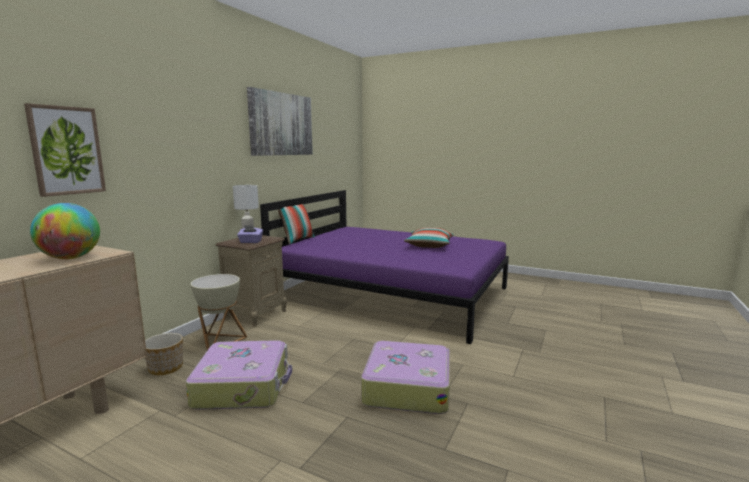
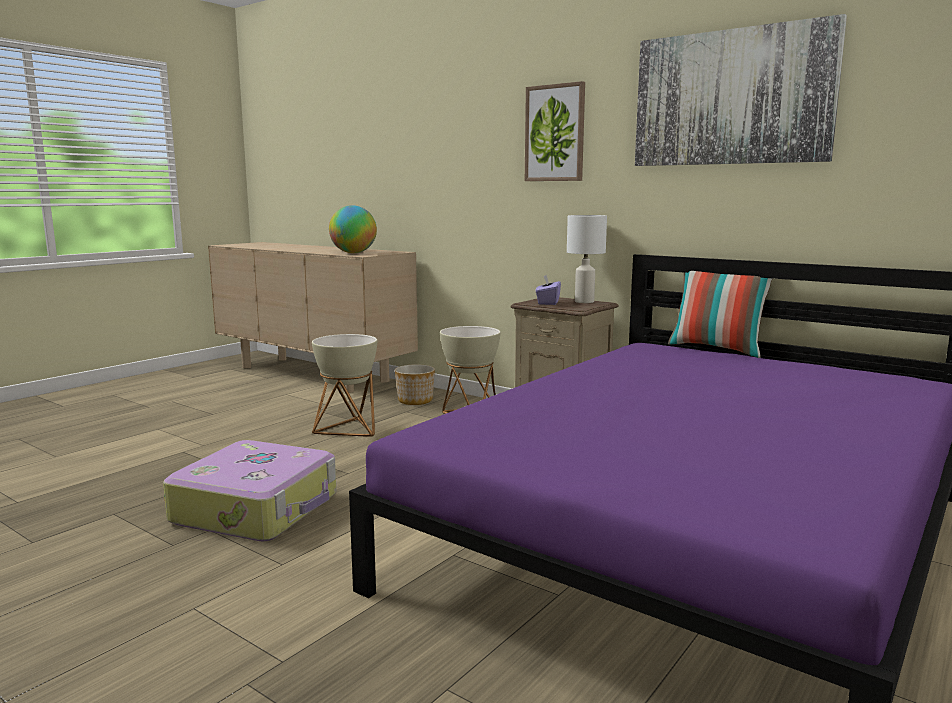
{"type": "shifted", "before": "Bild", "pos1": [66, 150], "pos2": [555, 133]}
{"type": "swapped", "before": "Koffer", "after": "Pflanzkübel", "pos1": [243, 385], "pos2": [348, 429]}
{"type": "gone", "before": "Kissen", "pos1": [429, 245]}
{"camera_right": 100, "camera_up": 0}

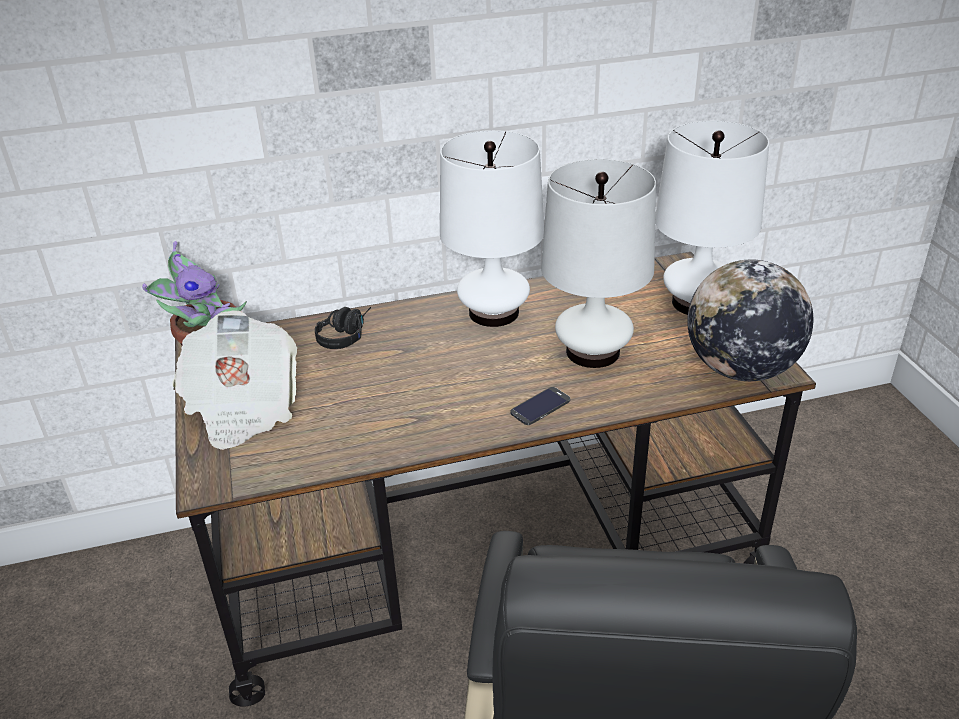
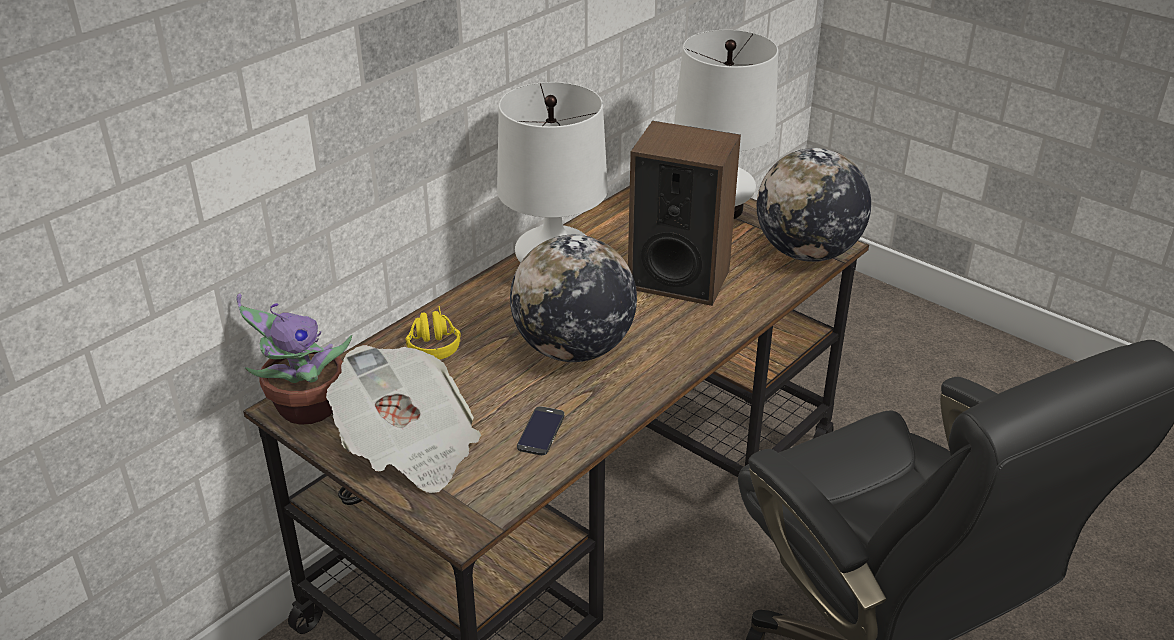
{"type": "repainted", "before": "Kopfhörer (schwarz)", "after": "Kopfhörer (gelb)", "pos1": [346, 334], "pos2": [433, 342]}
{"type": "shifted", "before": "Handy", "pos1": [540, 406], "pos2": [541, 431]}
{"type": "swapped", "before": "Tischlampe (weiß)", "after": "Lautsprecher", "pos1": [593, 352], "pos2": [678, 278]}
{"type": "new", "after": "Globus", "pos2": [573, 349]}
{"camera_right": -35, "camera_up": 0}

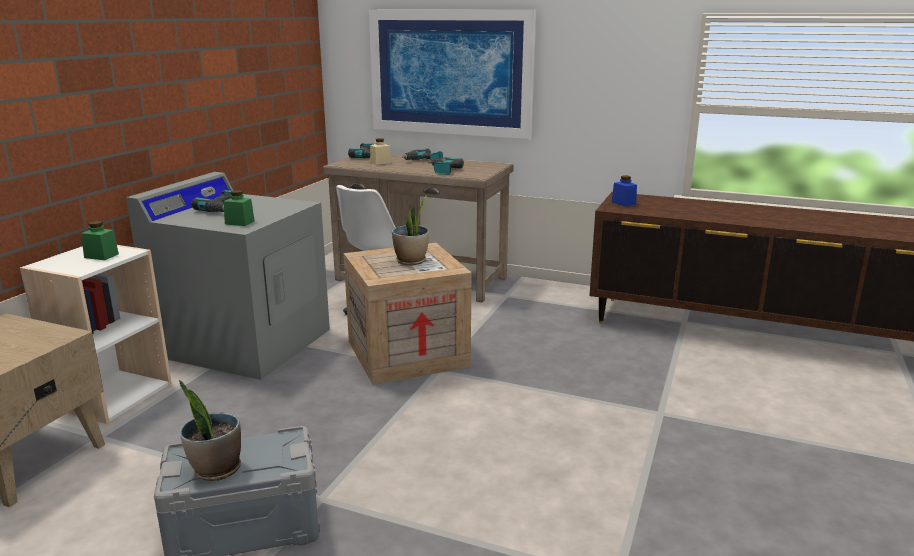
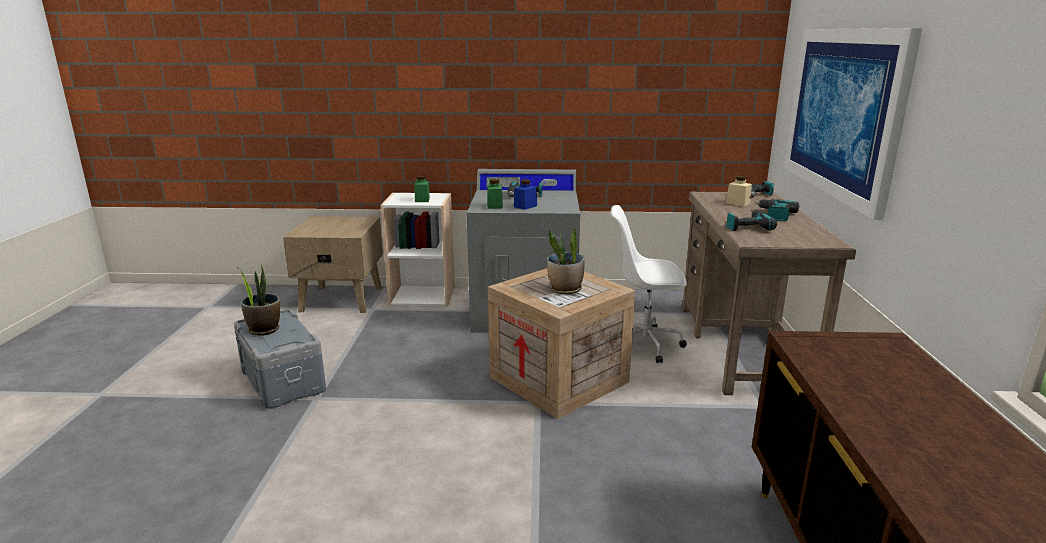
{"type": "shifted", "before": "Vorratsglas (blau)", "pos1": [623, 203], "pos2": [525, 206]}
{"camera_right": 70, "camera_up": 0}

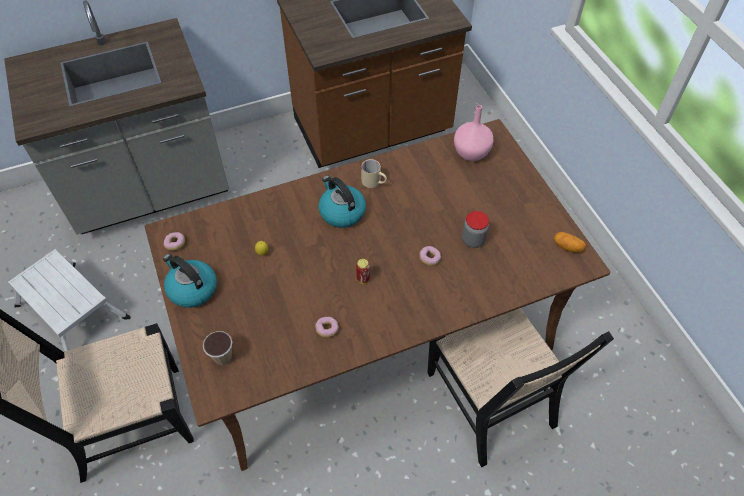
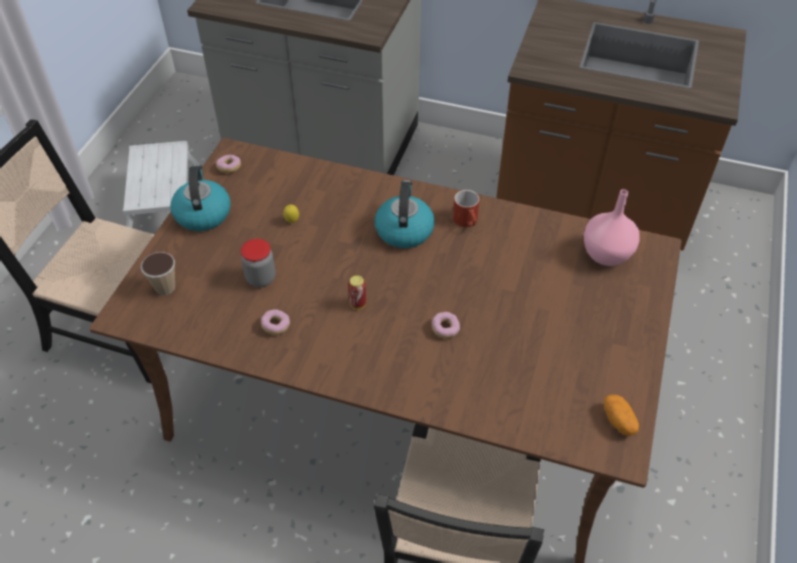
{"type": "repainted", "before": "Henkelbecher (beige)", "after": "Henkelbecher (rot)", "pos1": [374, 182], "pos2": [467, 221]}
{"type": "shifted", "before": "Vorratsglas", "pos1": [473, 240], "pos2": [261, 278]}
{"camera_right": 40, "camera_up": -5}

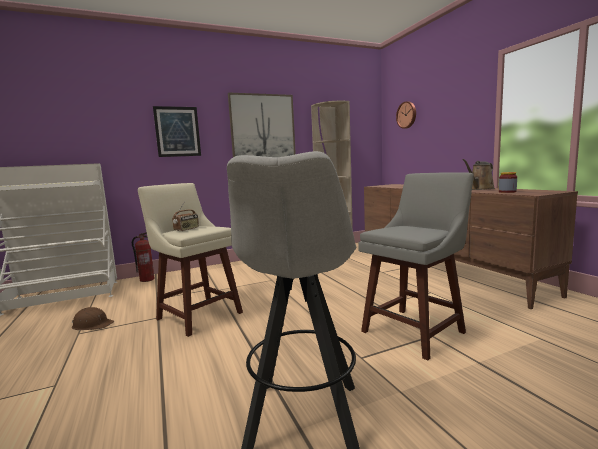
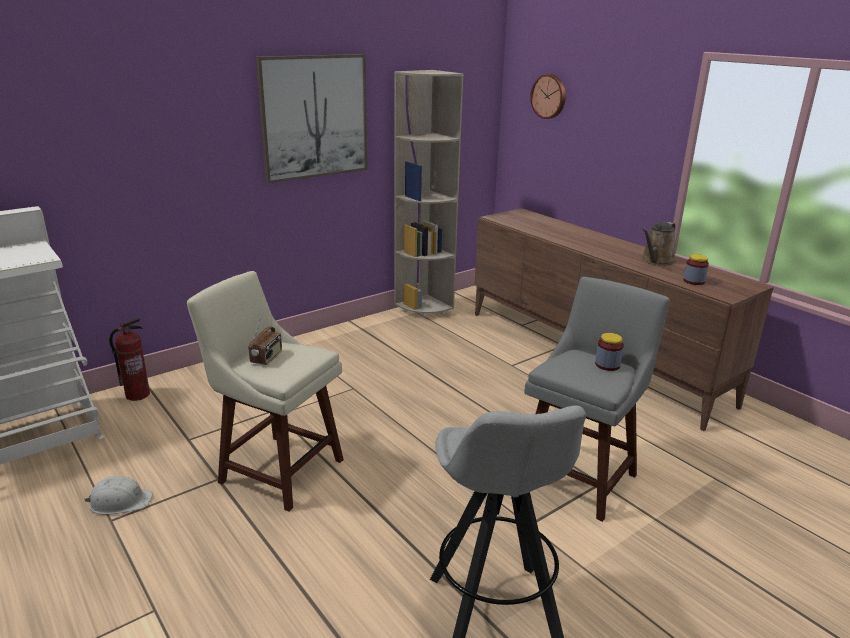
{"type": "repainted", "before": "Schutzhelm (braun)", "after": "Schutzhelm (weiß)", "pos1": [92, 325], "pos2": [120, 501]}
{"type": "gone", "before": "Bild", "pos1": [177, 132]}
{"type": "new", "after": "Vorratsglas", "pos2": [607, 365]}
{"camera_right": -15, "camera_up": 15}

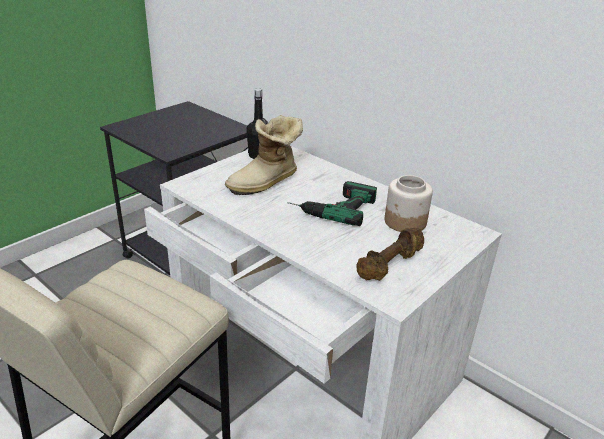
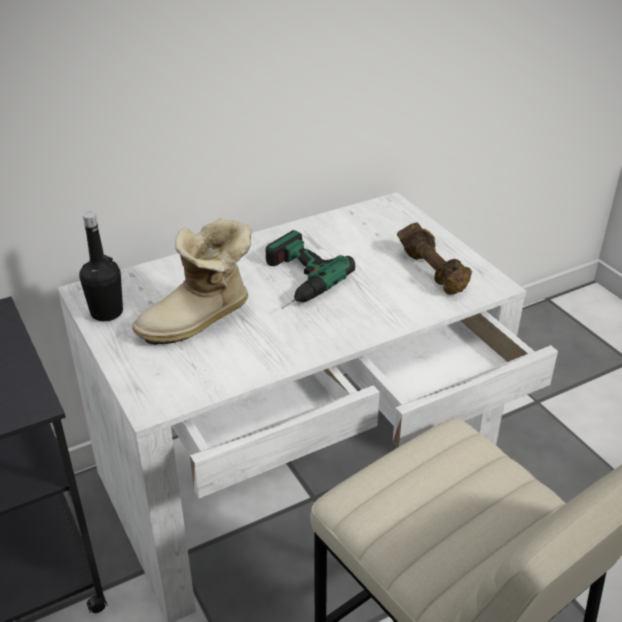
{"type": "rotated", "before": "Stiefel", "pos1": [266, 183], "pos2": [199, 321], "turn": 75}
{"type": "gone", "before": "Vorratsglas", "pos1": [405, 222]}
{"camera_right": -70, "camera_up": 5}

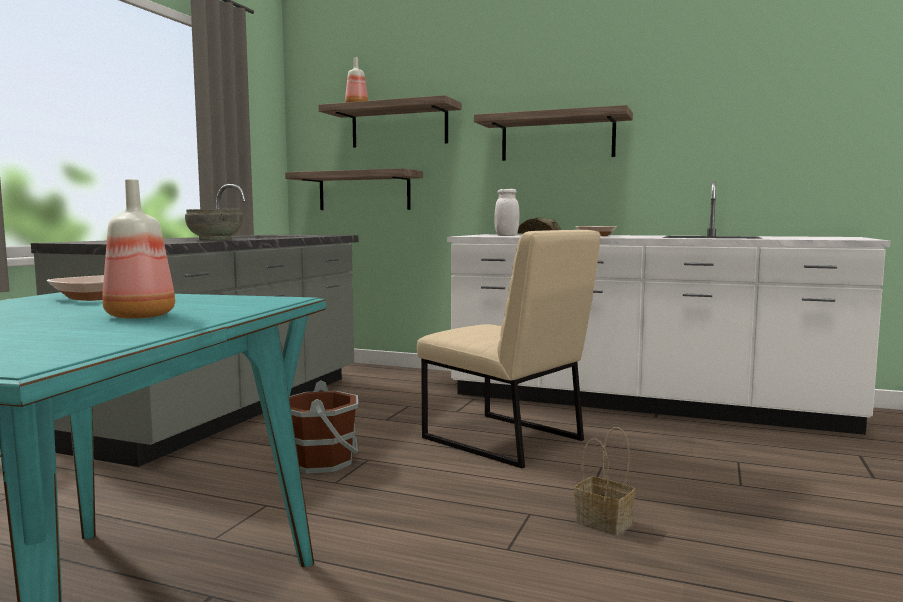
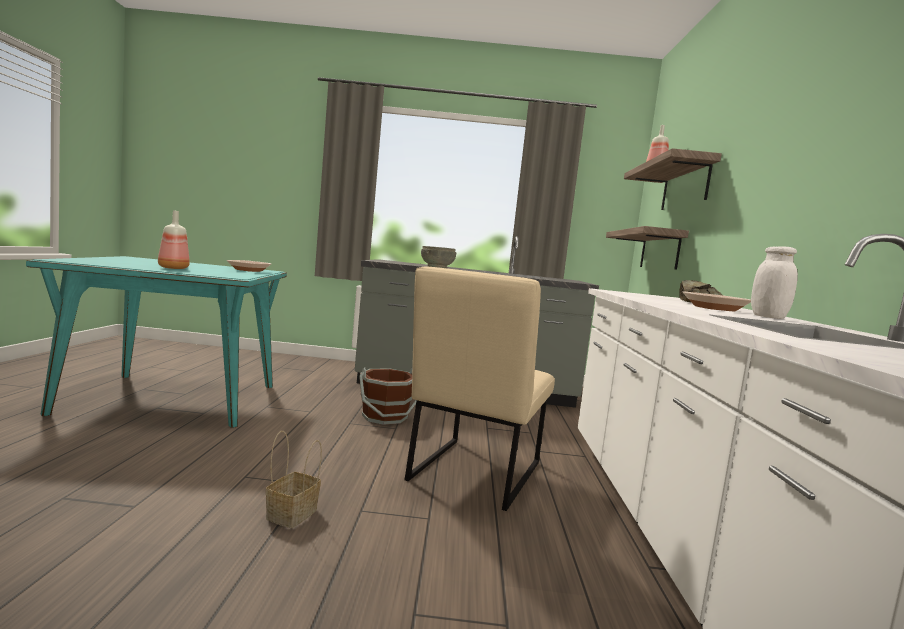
{"type": "gone", "before": "Wandregal", "pos1": [557, 137]}
{"type": "shifted", "before": "Vorratsglas (weiß)", "pos1": [506, 236], "pos2": [768, 317]}
{"camera_right": 70, "camera_up": 0}

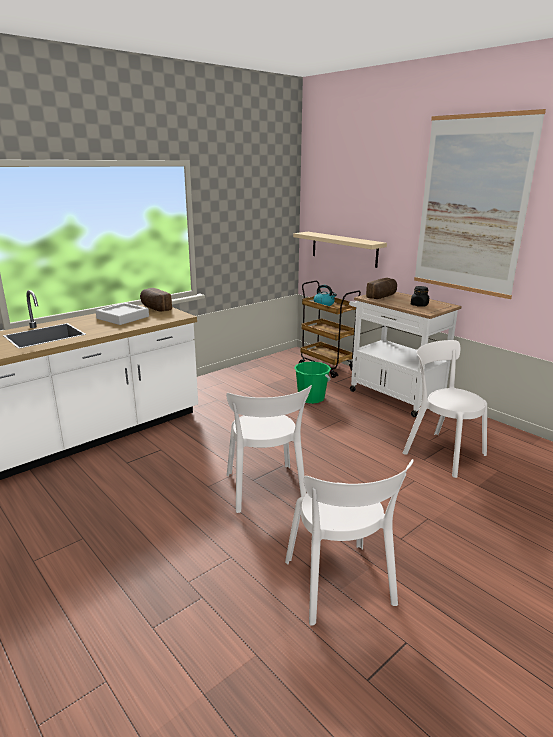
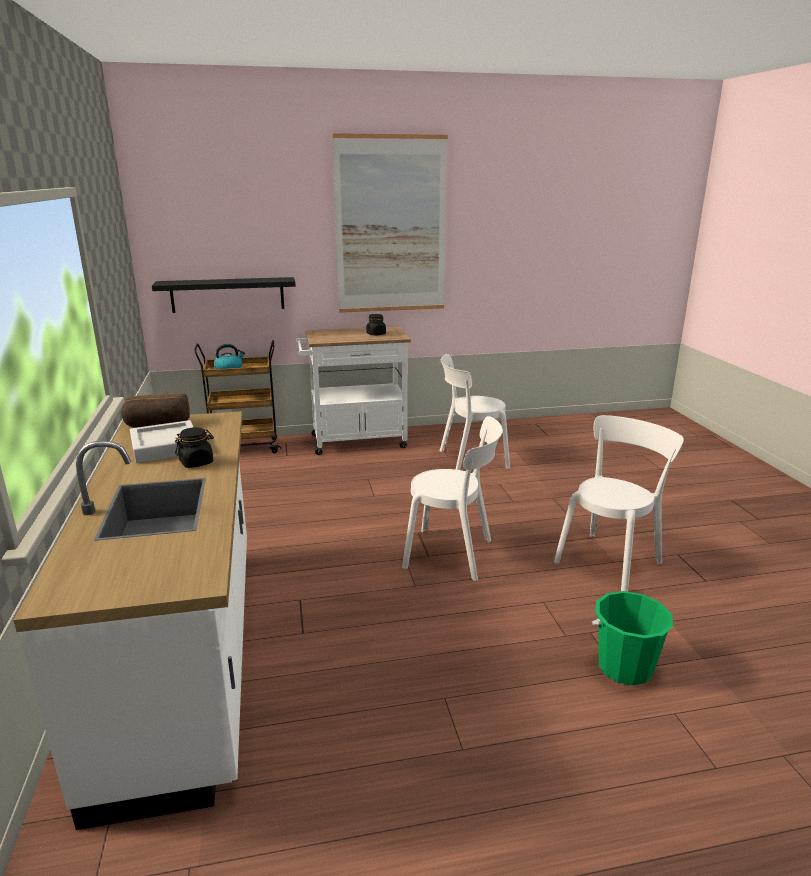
{"type": "rotated", "before": "Stuhl (weiß)", "pos1": [340, 586], "pos2": [610, 560], "turn": -60}
{"type": "repainted", "before": "Wandregal (beige)", "after": "Wandregal (schwarz)", "pos1": [344, 249], "pos2": [227, 294]}
{"type": "shifted", "before": "Eimer (grün)", "pos1": [311, 398], "pos2": [624, 667]}
{"type": "gone", "before": "Brot", "pos1": [382, 296]}
{"type": "new", "after": "Vorratsglas (schwarz)", "pos2": [196, 462]}
{"camera_right": -60, "camera_up": 0}

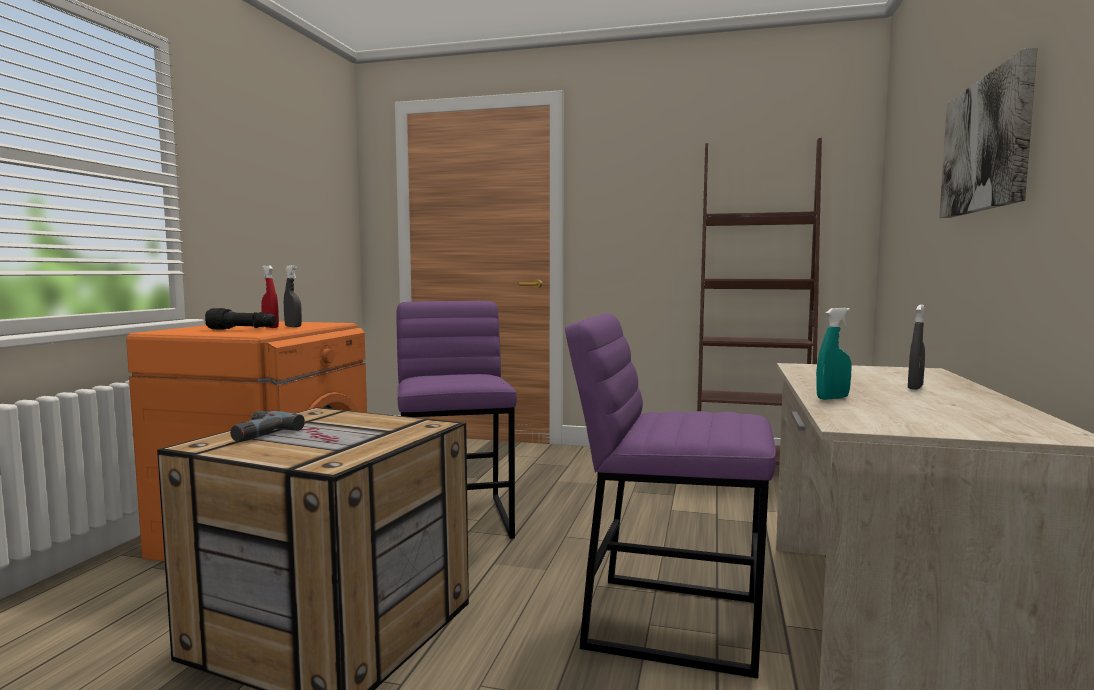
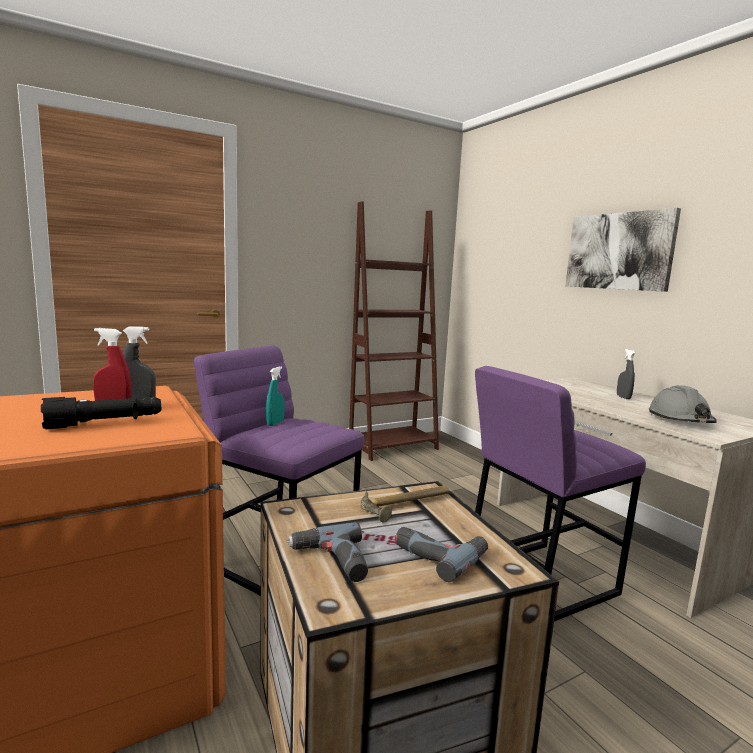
{"type": "shifted", "before": "Sprühflasche (türkis)", "pos1": [832, 398], "pos2": [275, 423]}
{"type": "new", "after": "Hammer", "pos2": [408, 505]}
{"type": "new", "after": "Bohrmaschine", "pos2": [439, 554]}
{"type": "new", "after": "Schutzhelm (grau)", "pos2": [680, 420]}
{"camera_right": -45, "camera_up": 5}

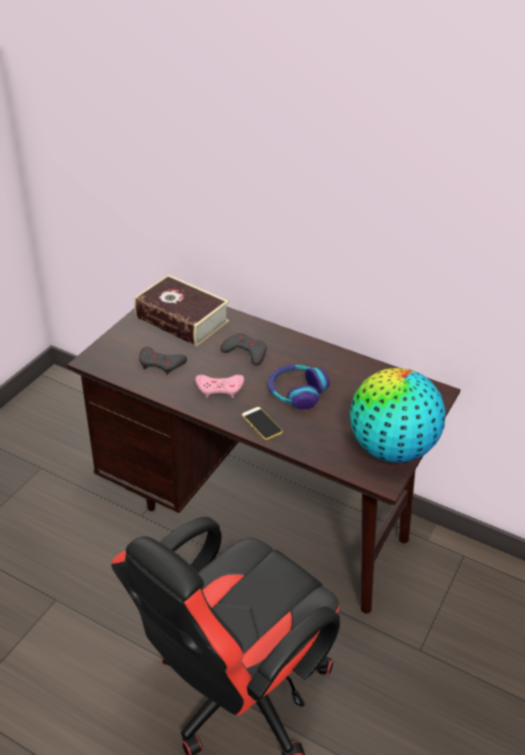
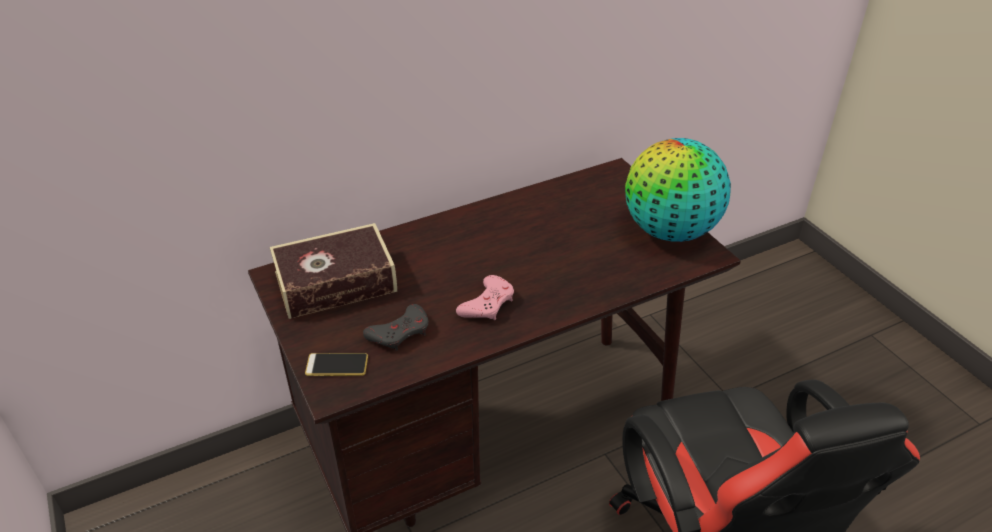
{"type": "gone", "before": "Gamepad (grau)", "pos1": [245, 352]}
{"type": "shifted", "before": "Handy", "pos1": [261, 424], "pos2": [337, 365]}
{"type": "gone", "before": "Kopfhörer", "pos1": [296, 392]}
{"camera_right": -55, "camera_up": 0}

